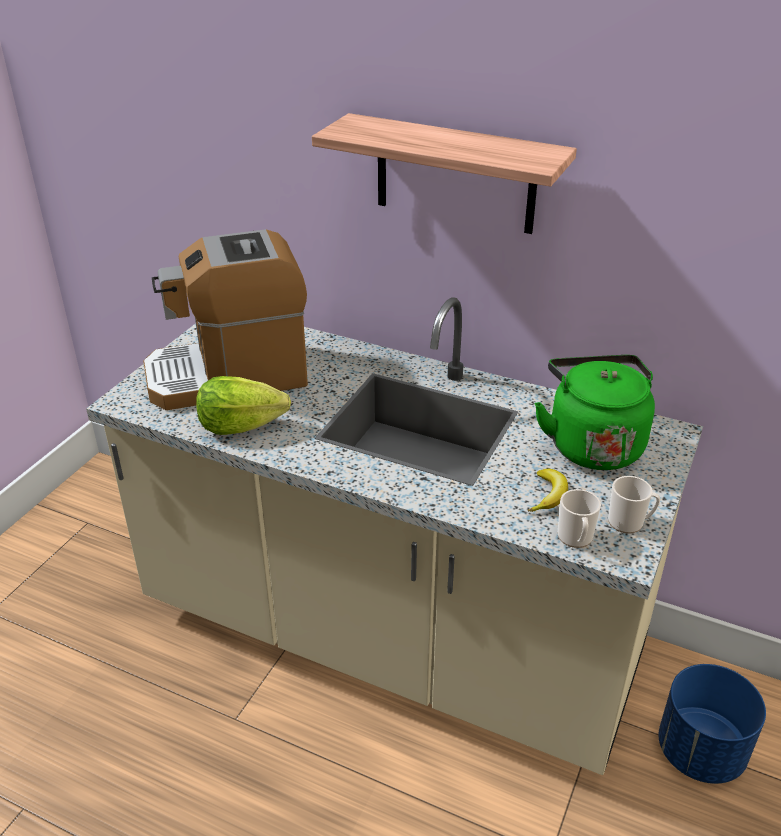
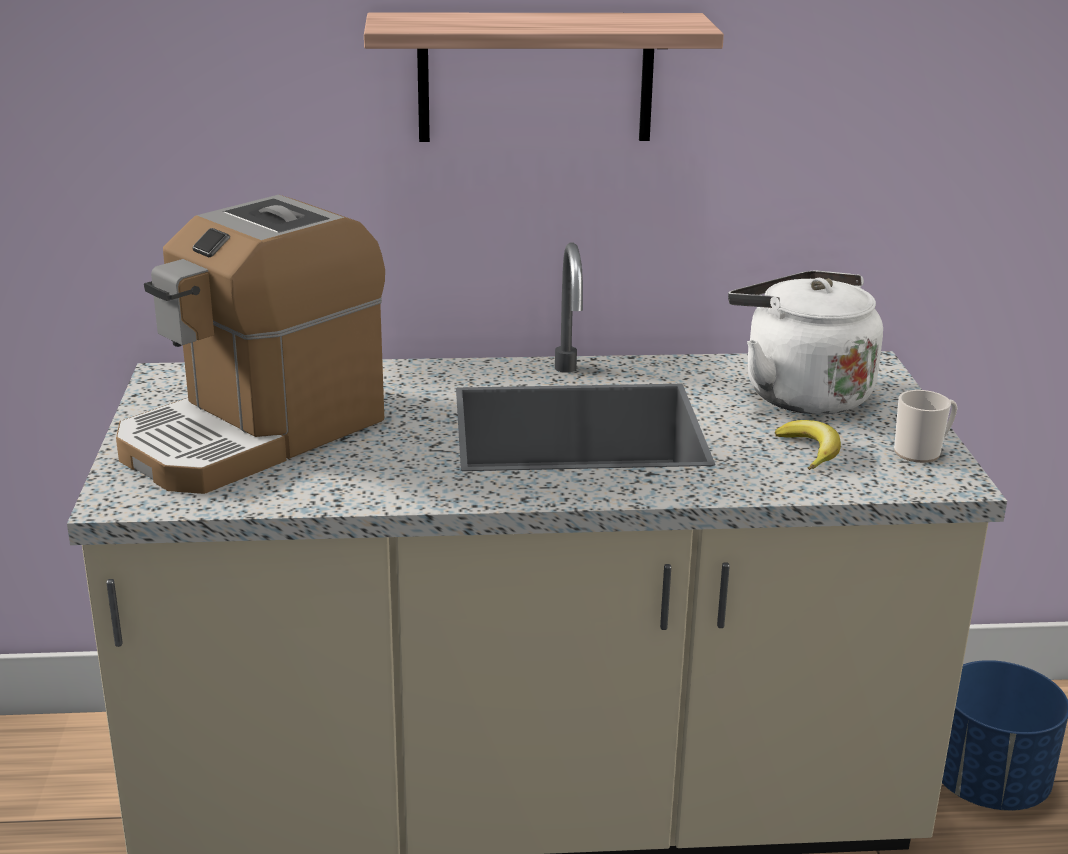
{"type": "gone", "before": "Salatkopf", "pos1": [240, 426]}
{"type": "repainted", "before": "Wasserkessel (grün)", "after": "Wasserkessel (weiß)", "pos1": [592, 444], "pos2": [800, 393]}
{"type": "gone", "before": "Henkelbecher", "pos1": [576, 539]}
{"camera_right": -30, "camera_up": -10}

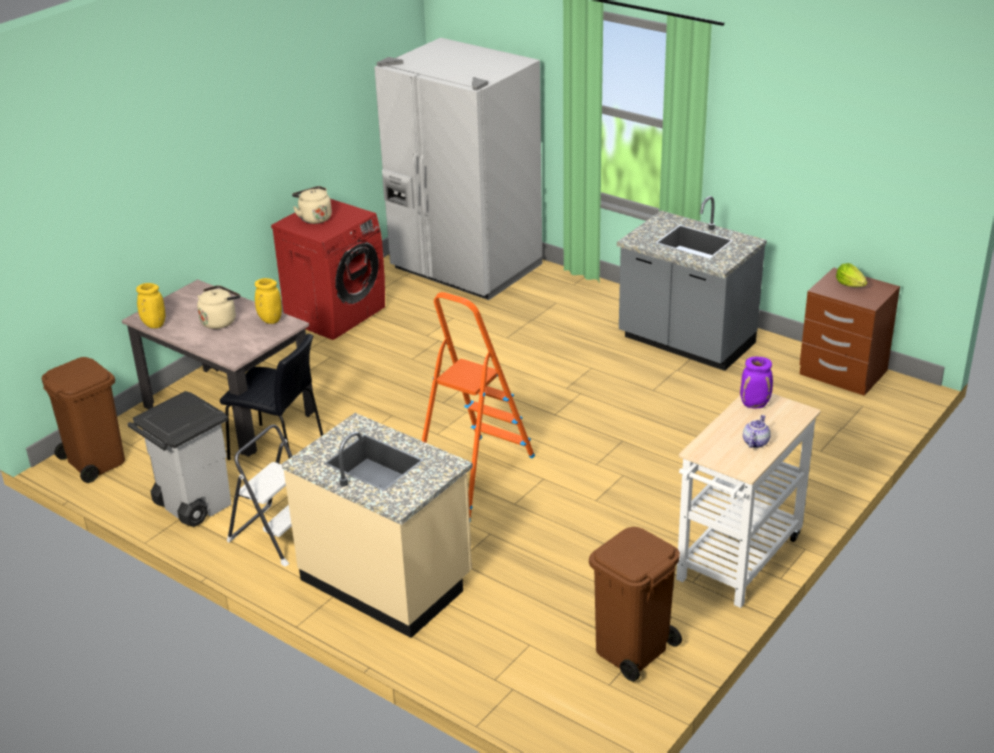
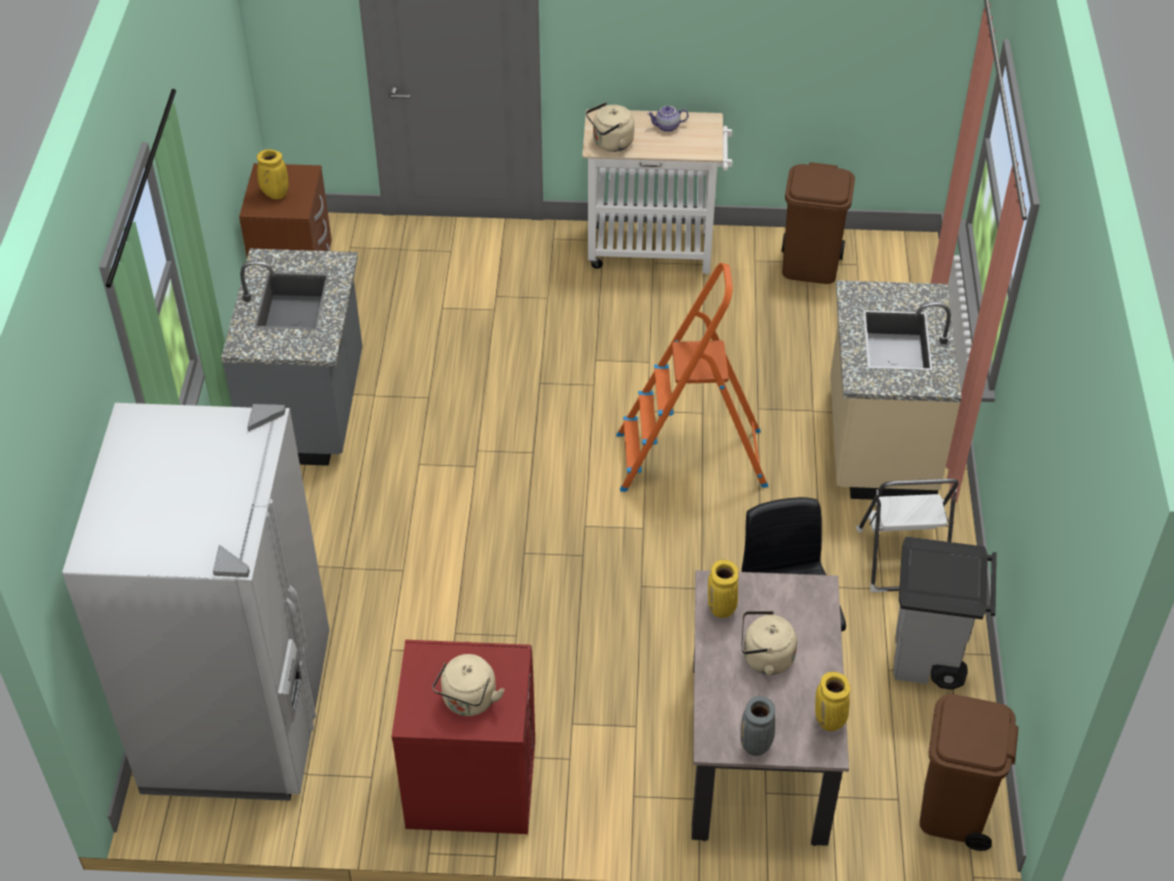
{"type": "swapped", "before": "Vase (lila)", "after": "Wasserkessel (beige)", "pos1": [755, 404], "pos2": [610, 143]}
{"type": "swapped", "before": "Salatkopf", "after": "Vase (gelb)", "pos1": [850, 285], "pos2": [274, 194]}
{"type": "new", "after": "Vase (grau)", "pos2": [756, 746]}
{"camera_right": -125, "camera_up": 15}

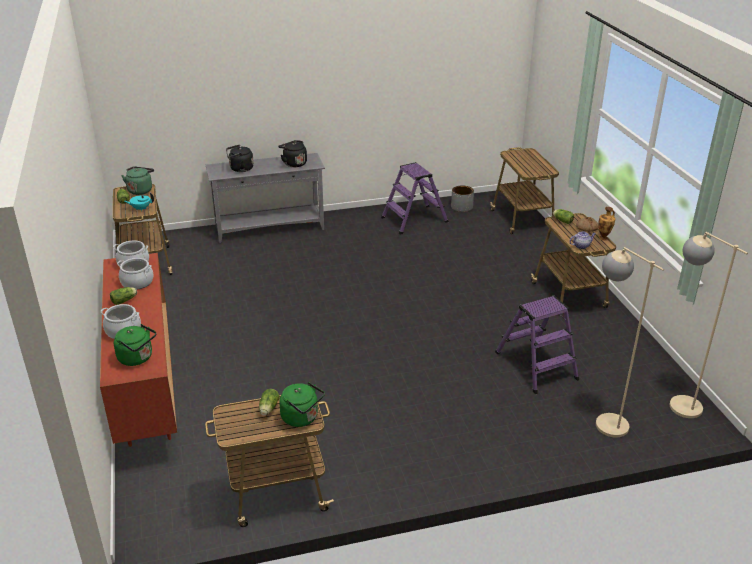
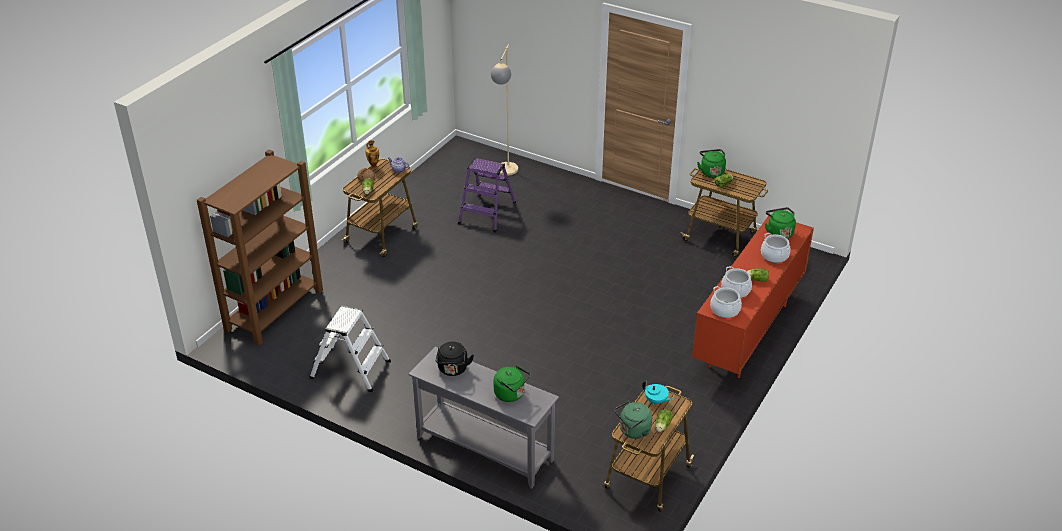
{"type": "repainted", "before": "Wasserkessel (schwarz)", "after": "Wasserkessel (grün)", "pos1": [240, 169], "pos2": [511, 394]}
{"type": "repainted", "before": "Trittleiter (lila)", "after": "Trittleiter (weiß)", "pos1": [414, 220], "pos2": [350, 369]}
{"type": "gone", "before": "Pflanzkübel (grau)", "pos1": [462, 207]}
{"type": "swapped", "before": "Rollwagen", "after": "Bücherregal (braun)", "pos1": [522, 220], "pos2": [274, 309]}
{"type": "gone", "before": "Stehlampe (beige)", "pos1": [676, 401]}
{"camera_right": -135, "camera_up": 5}

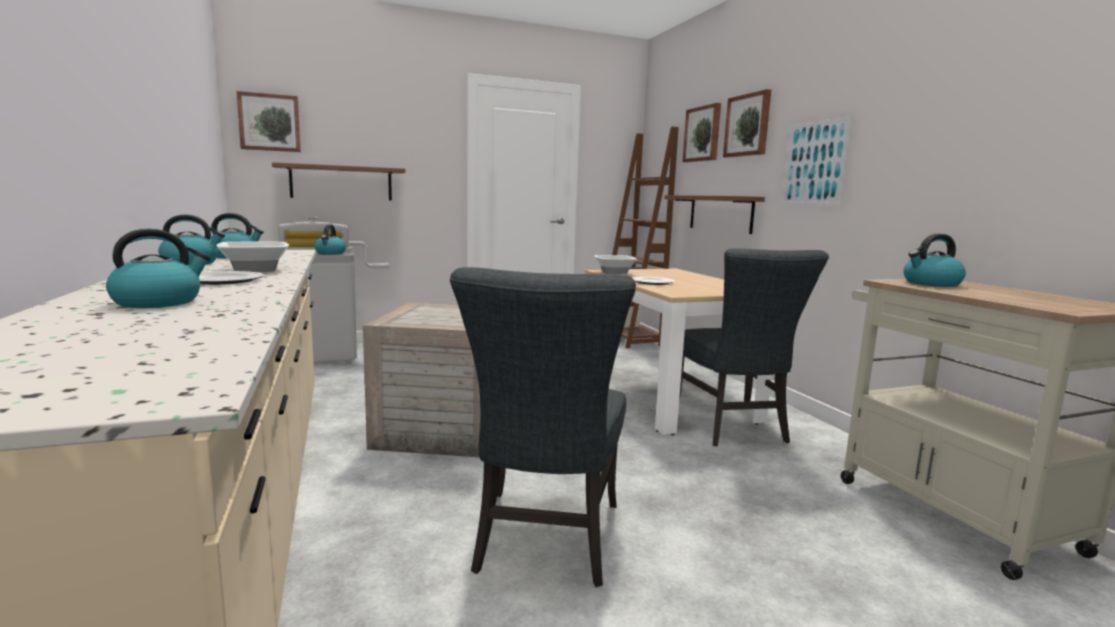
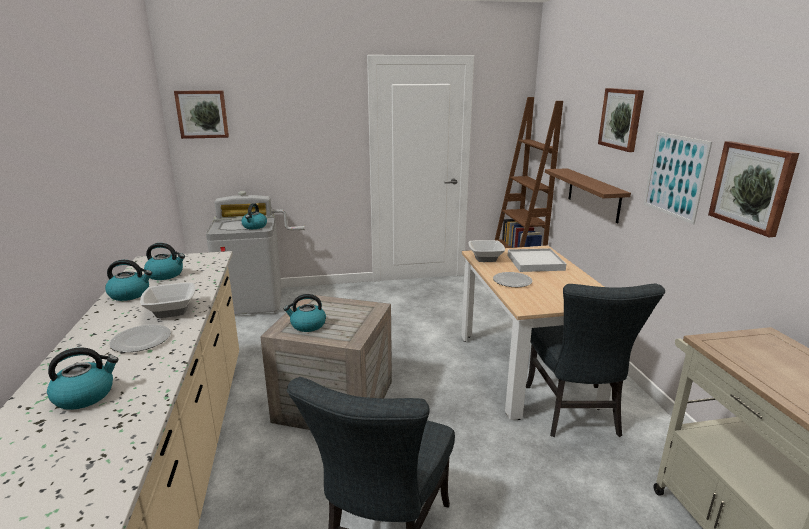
{"type": "gone", "before": "Wandregal (braun)", "pos1": [341, 183]}
{"type": "shifted", "before": "Bild", "pos1": [703, 134], "pos2": [752, 187]}
{"type": "shifted", "before": "Wasserkessel", "pos1": [931, 284], "pos2": [307, 325]}
{"type": "new", "after": "Tablett (weiß)", "pos2": [535, 263]}
{"camera_right": 10, "camera_up": 10}

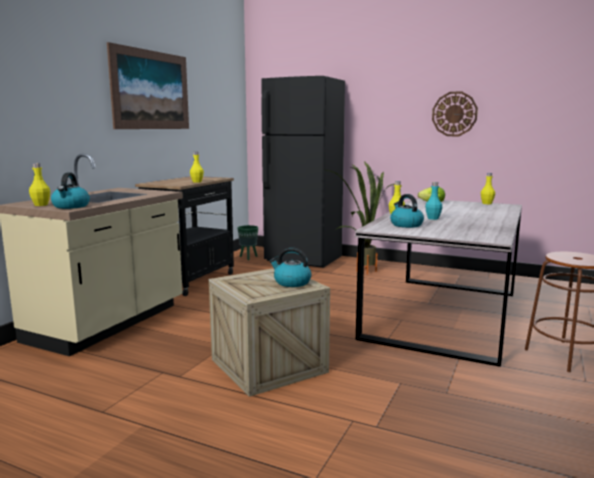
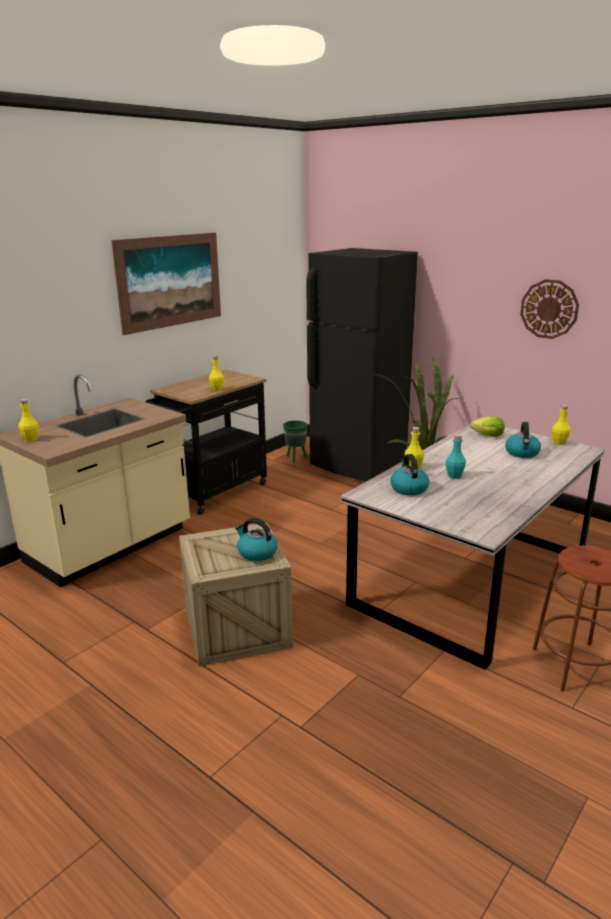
{"type": "shifted", "before": "Wasserkessel", "pos1": [71, 206], "pos2": [522, 453]}
{"camera_right": 15, "camera_up": 10}

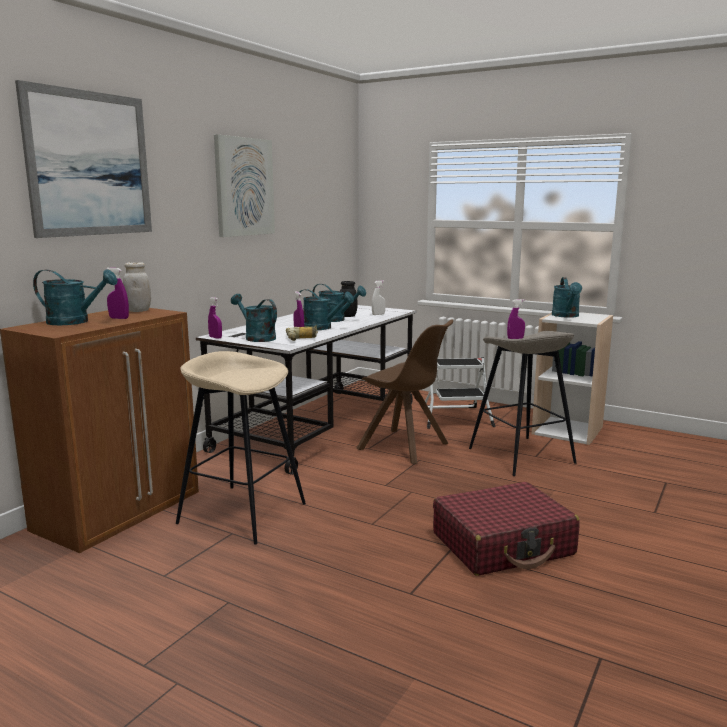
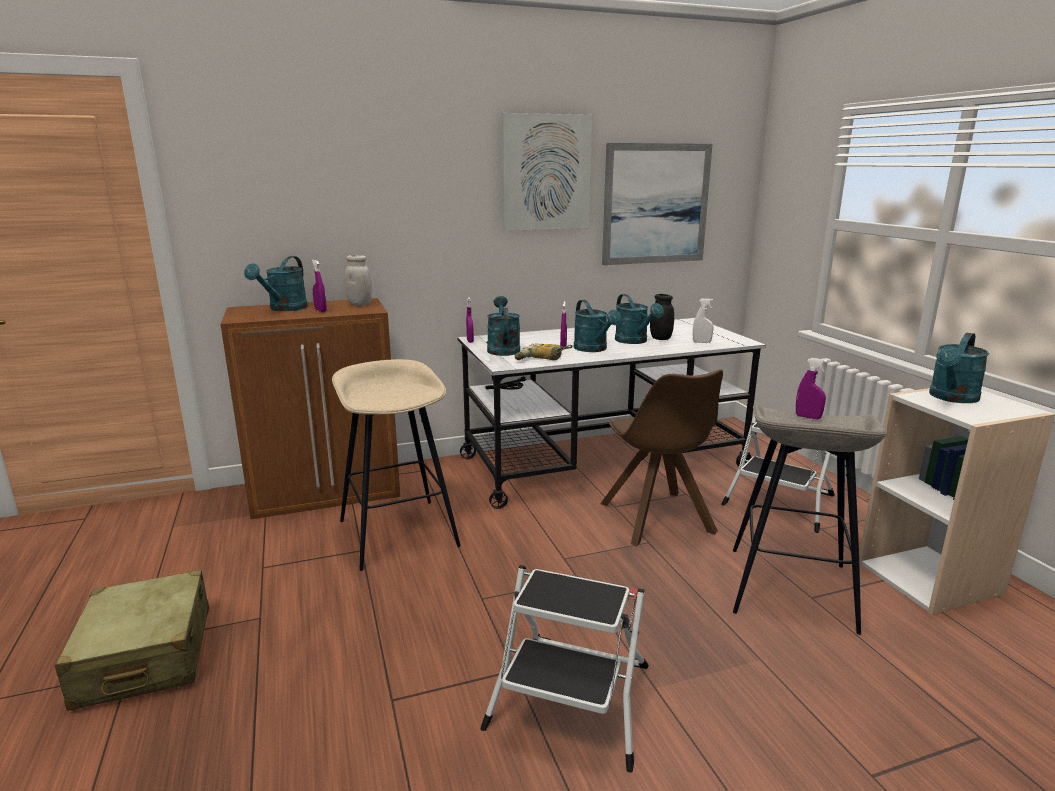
{"type": "shifted", "before": "Bild", "pos1": [89, 164], "pos2": [656, 204]}
{"type": "rotated", "before": "Gießkanne (türkis)", "pos1": [75, 322], "pos2": [284, 309], "turn": 60}
{"type": "swapped", "before": "Koffer (rot)", "after": "Trittleiter", "pos1": [503, 544], "pos2": [572, 699]}
{"type": "new", "after": "Koffer (beige)", "pos2": [145, 657]}
{"camera_right": 40, "camera_up": 5}

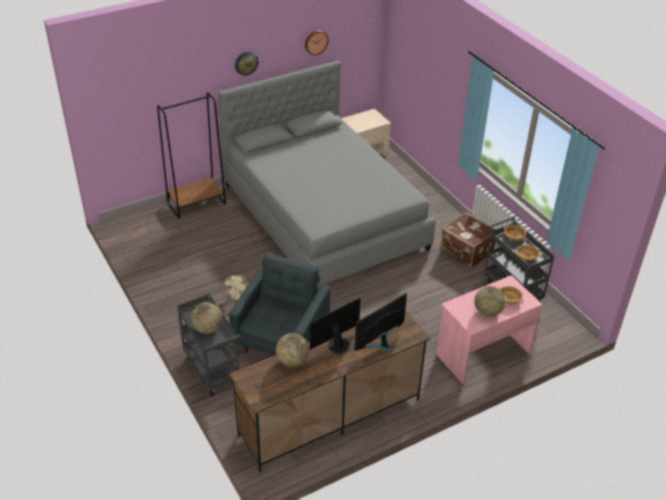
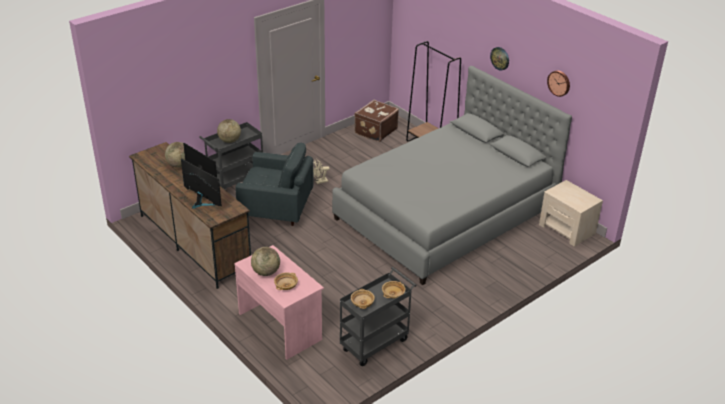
{"type": "shifted", "before": "Koffer (braun)", "pos1": [466, 252], "pos2": [375, 131]}
{"camera_right": 80, "camera_up": -5}

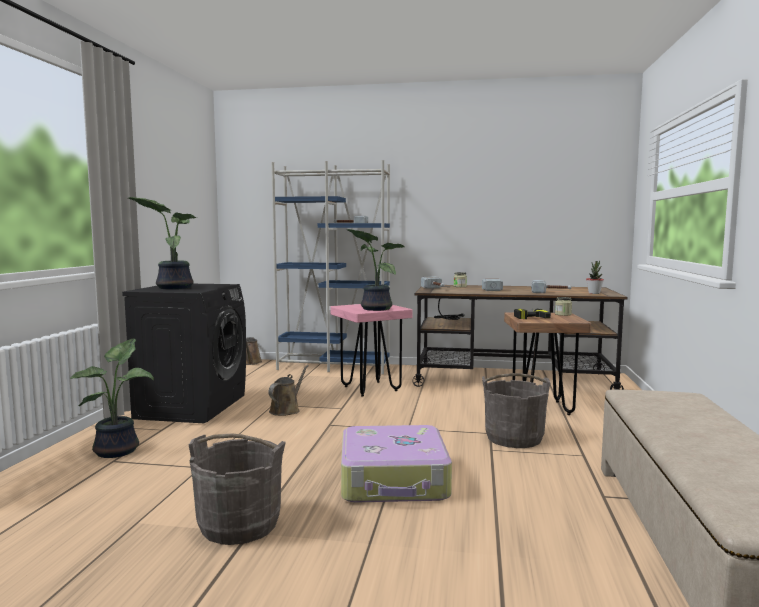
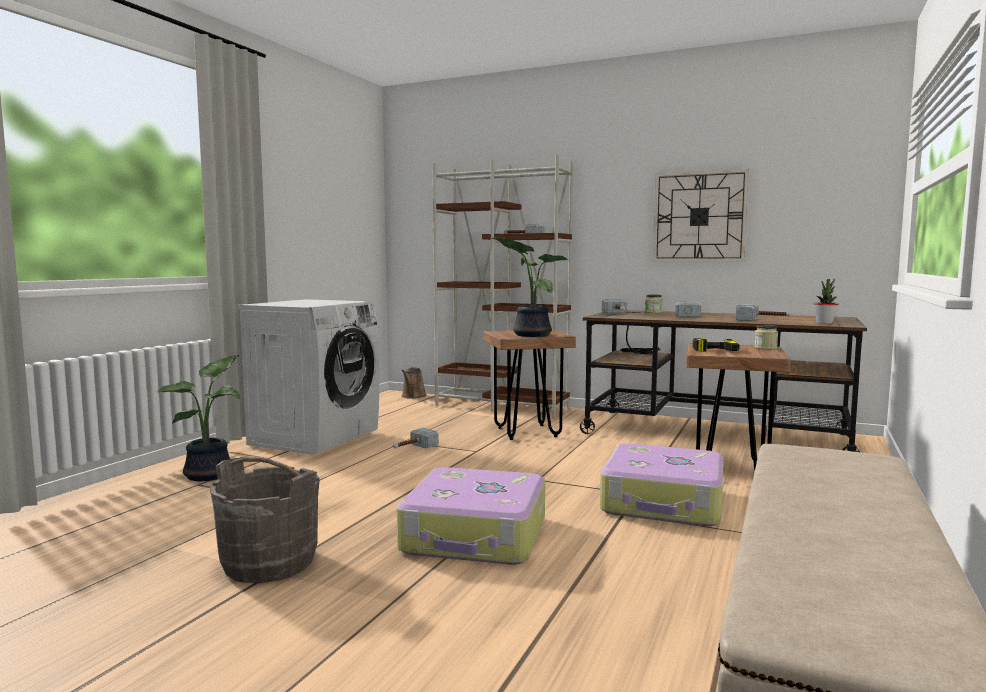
{"type": "repainted", "before": "Waschmaschine (schwarz)", "after": "Waschmaschine (weiß)", "pos1": [192, 409], "pos2": [315, 439]}
{"type": "gone", "before": "Topfpflanze", "pos1": [173, 287]}
{"type": "swapped", "before": "Gießkanne (braun)", "after": "Hammer", "pos1": [286, 410], "pos2": [413, 448]}
{"type": "repainted", "before": "Bücherregal (blau)", "after": "Bücherregal (braun)", "pos1": [334, 367], "pos2": [502, 407]}
{"type": "repainted", "before": "Hocker (rosa)", "after": "Hocker (braun)", "pos1": [370, 388], "pos2": [527, 432]}
{"type": "swapped", "before": "Eimer (grau)", "after": "Koffer", "pos1": [514, 438], "pos2": [663, 503]}
{"type": "new", "after": "Wanduhr", "pos2": [699, 217]}
{"camera_right": 15, "camera_up": 0}

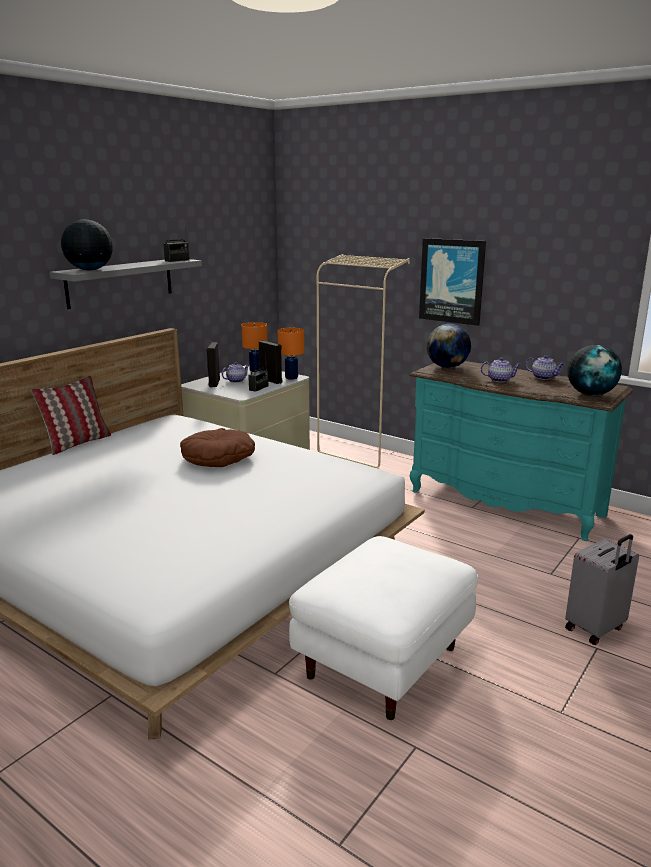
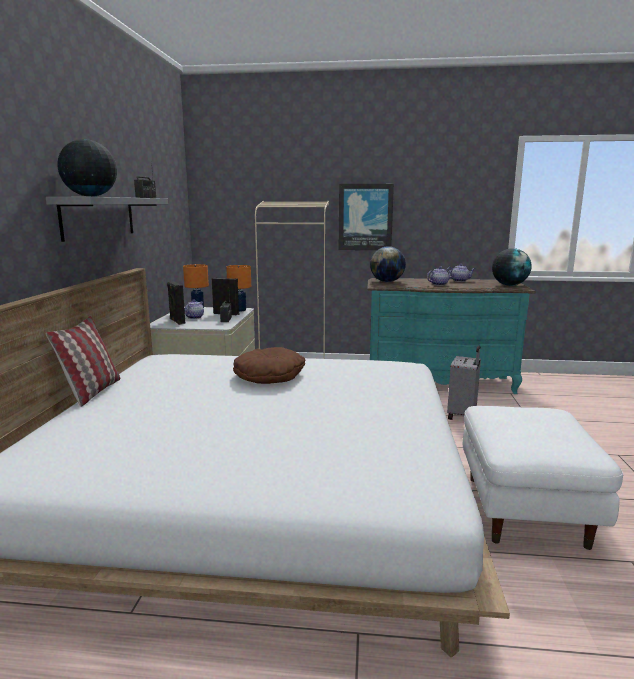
{"type": "shifted", "before": "Koffer (grau)", "pos1": [596, 629], "pos2": [462, 415]}
{"camera_right": -30, "camera_up": -5}

